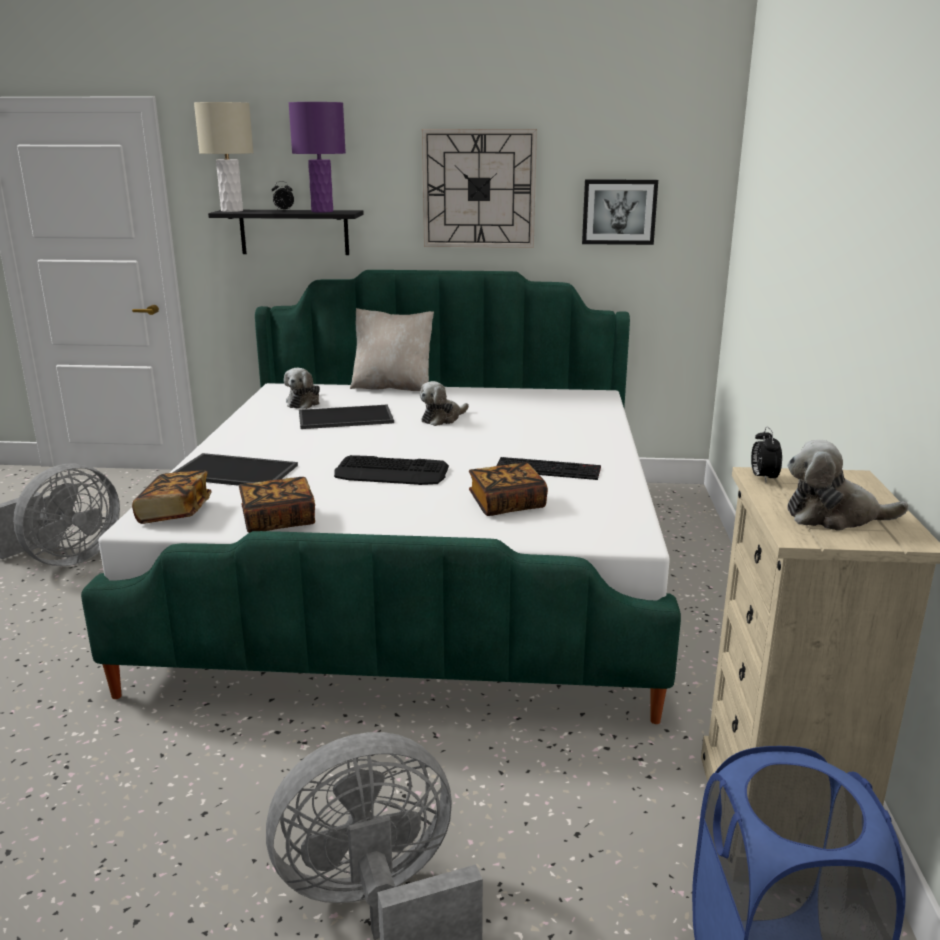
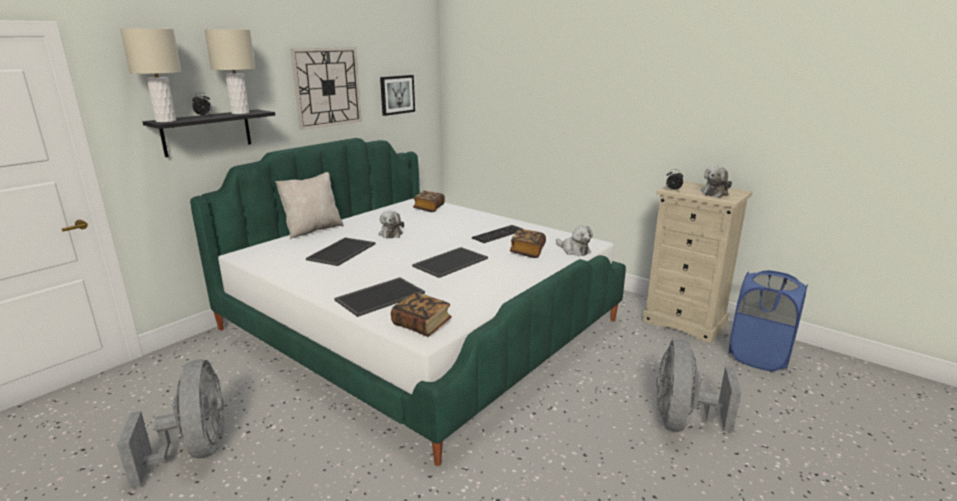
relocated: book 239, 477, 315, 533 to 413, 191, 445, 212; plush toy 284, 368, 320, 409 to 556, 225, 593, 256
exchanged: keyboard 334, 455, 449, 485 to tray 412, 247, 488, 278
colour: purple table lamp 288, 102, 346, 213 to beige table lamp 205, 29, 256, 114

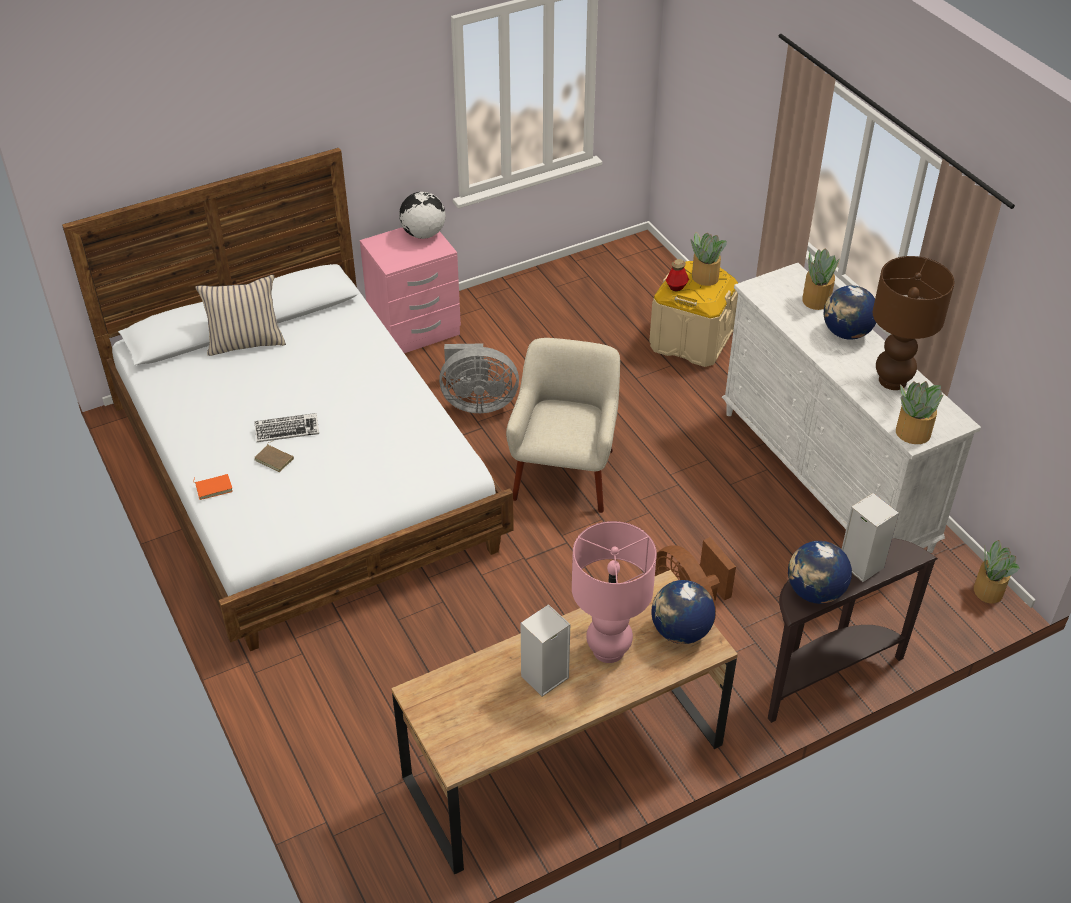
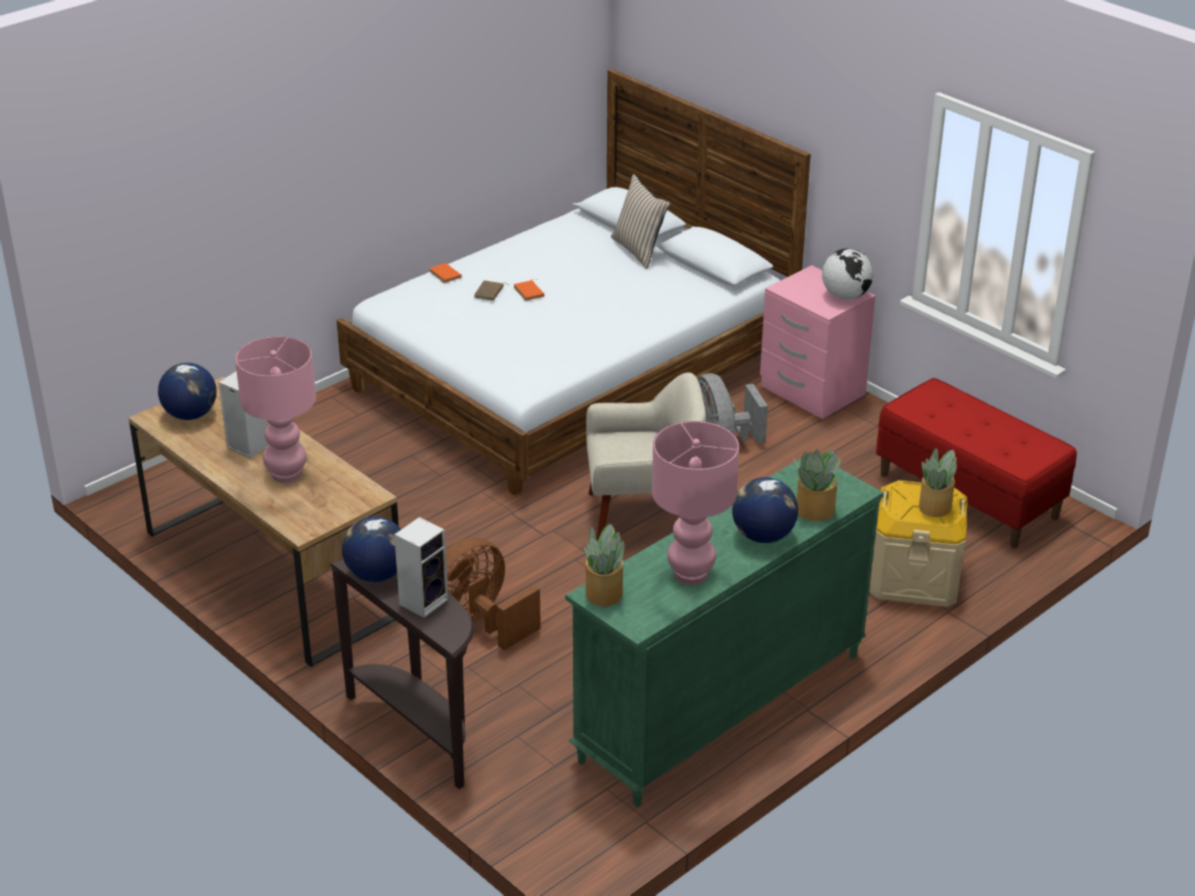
missing: bottle 666, 259, 689, 291; potted plant 974, 540, 1019, 604
appeared: red bench 876, 378, 1077, 548
relocated: globe 651, 580, 715, 644 to 158, 363, 217, 420
exchanged: keyboard 254, 413, 319, 442 to orange book 514, 279, 544, 301
colour: white dresser 722, 263, 981, 553 to green dresser 565, 458, 883, 807; brown table lamp 873, 256, 954, 390 to pink table lamp 652, 421, 739, 585

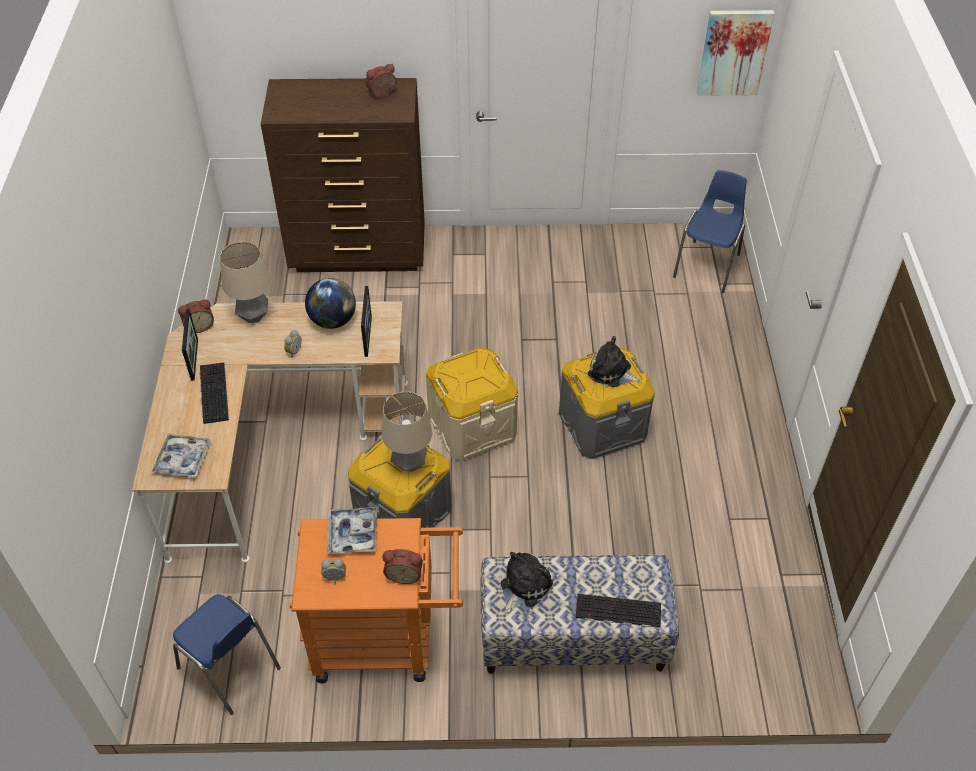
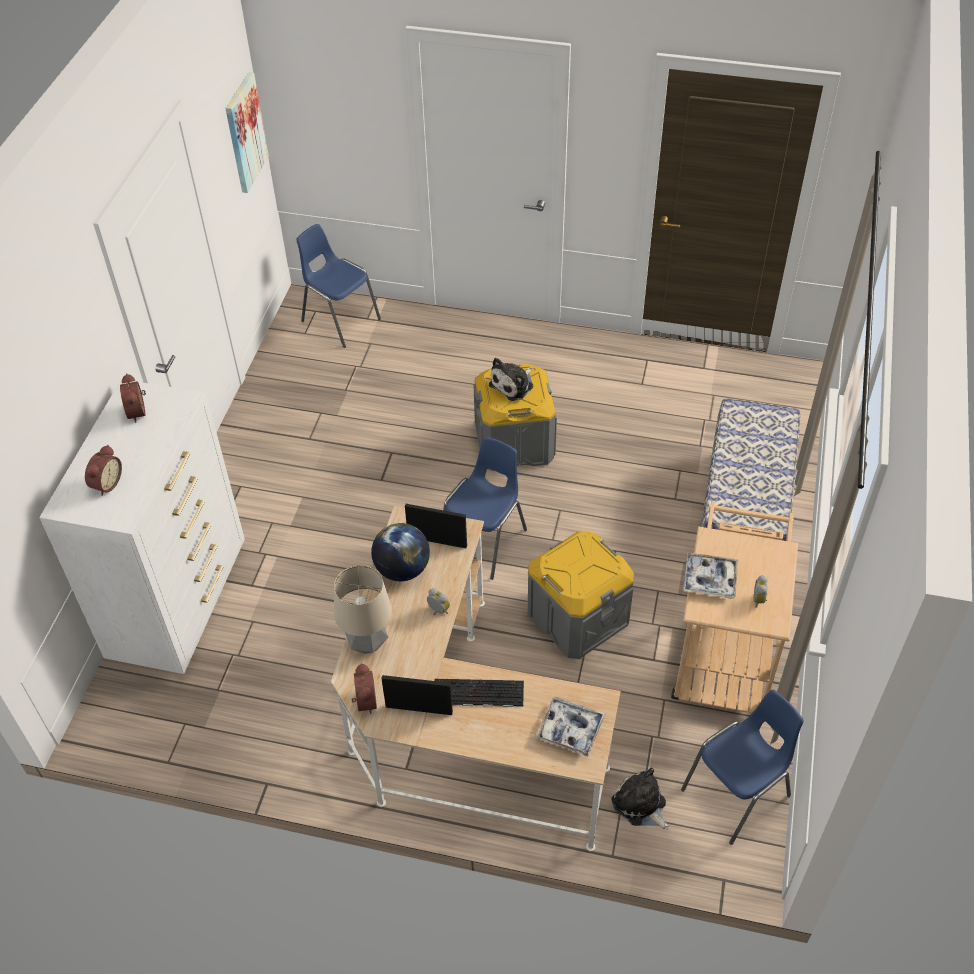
missing: table lamp 382, 391, 432, 472; keyboard 576, 594, 661, 628
relocated: alarm clock 383, 549, 423, 584 to 85, 445, 122, 496; plush toy 501, 552, 553, 613 to 612, 768, 669, 829
exchanged: beige storage box 426, 348, 518, 461 to blue chair 443, 437, 527, 580
colour: brown dresser 261, 78, 425, 272 to white dresser 39, 379, 245, 674; orange cart 290, 518, 463, 683 to beige cart 671, 501, 798, 713

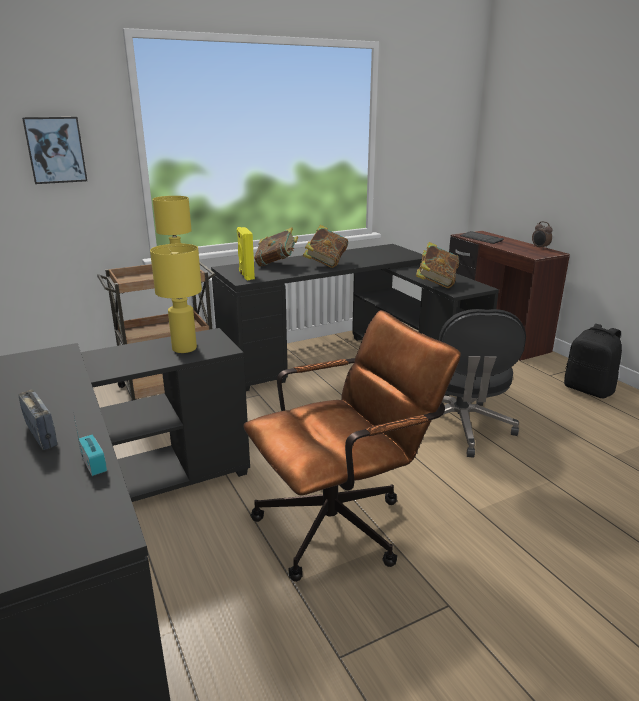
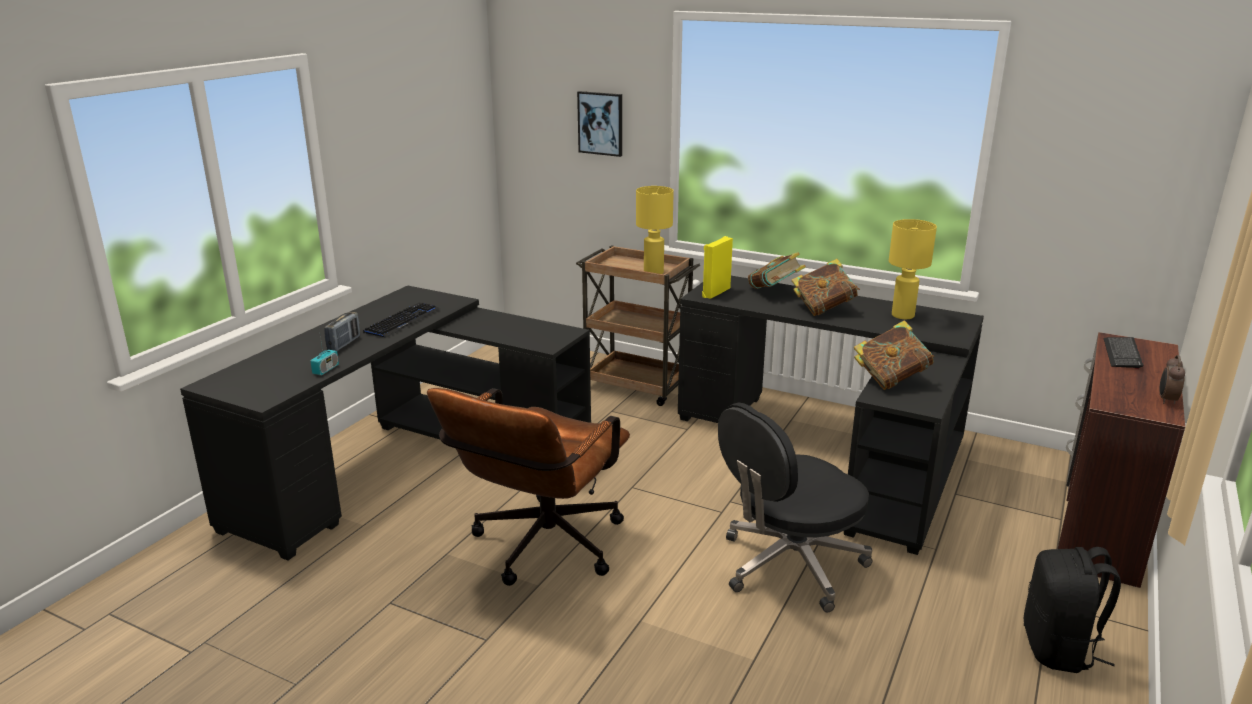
appeared: keyboard 363, 303, 440, 338
relocated: yellow table lamp 150, 243, 202, 353 to 889, 219, 937, 319
spun: brown office chair 243, 310, 461, 582 = 427, 388, 630, 586 90 degrees clockwise

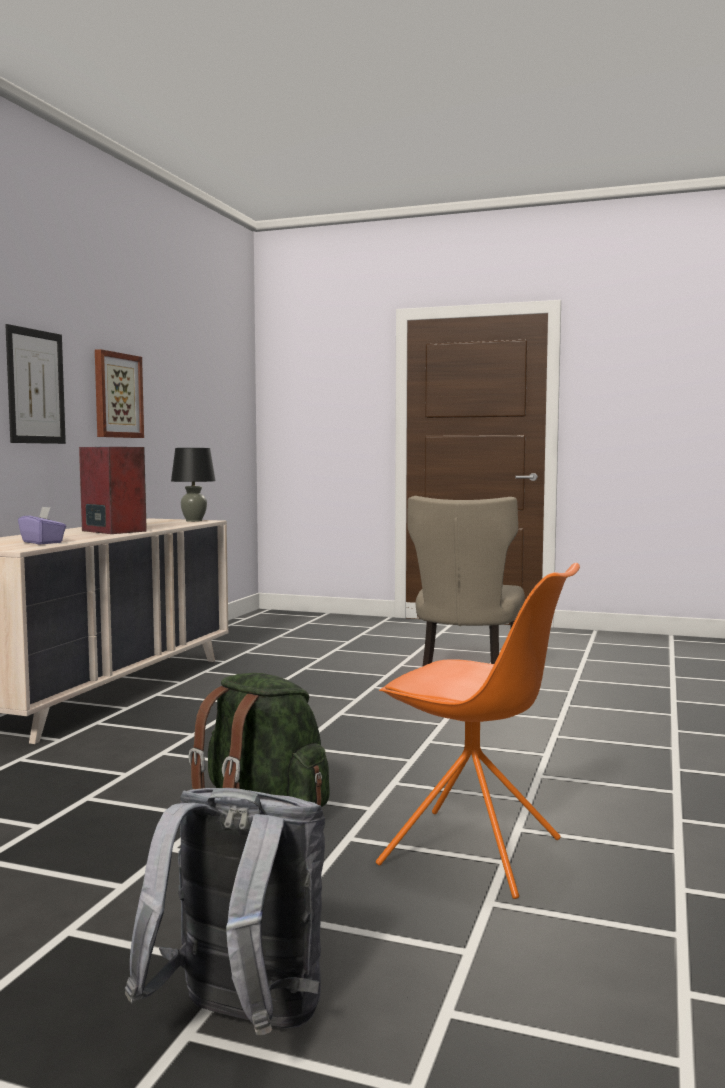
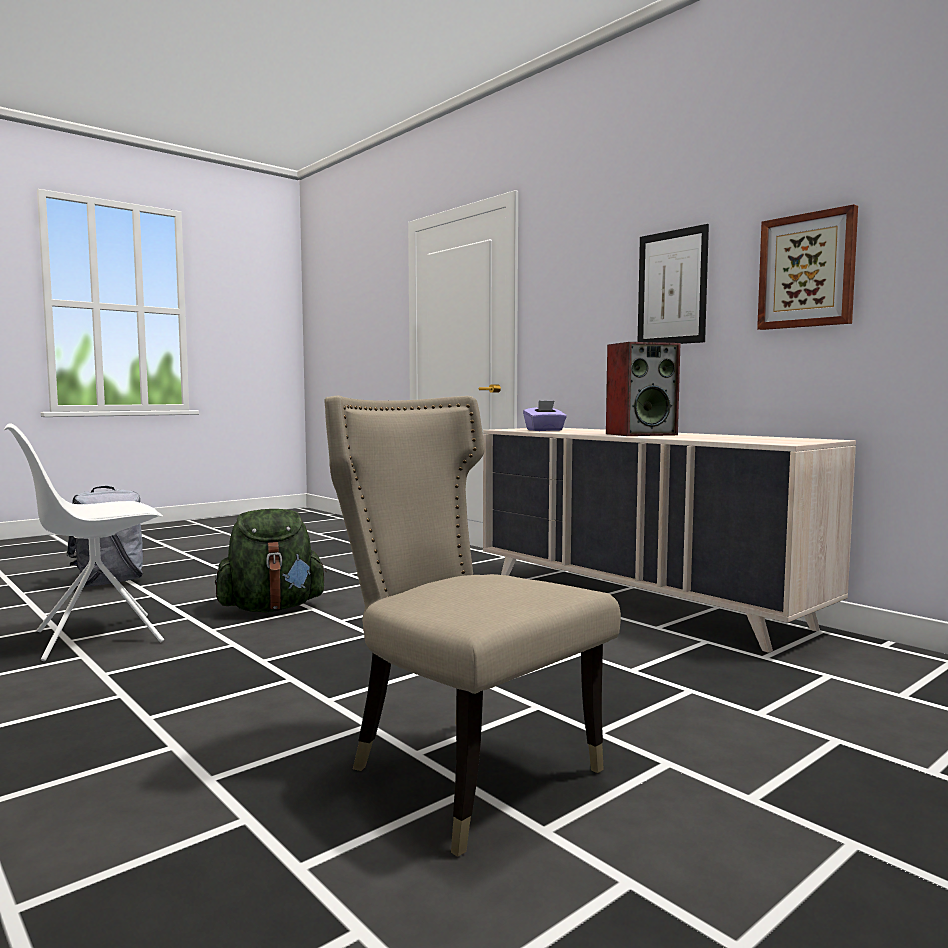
missing: black table lamp 171, 448, 216, 522
colour: orange chair 376, 563, 580, 899 to white chair 4, 423, 164, 661

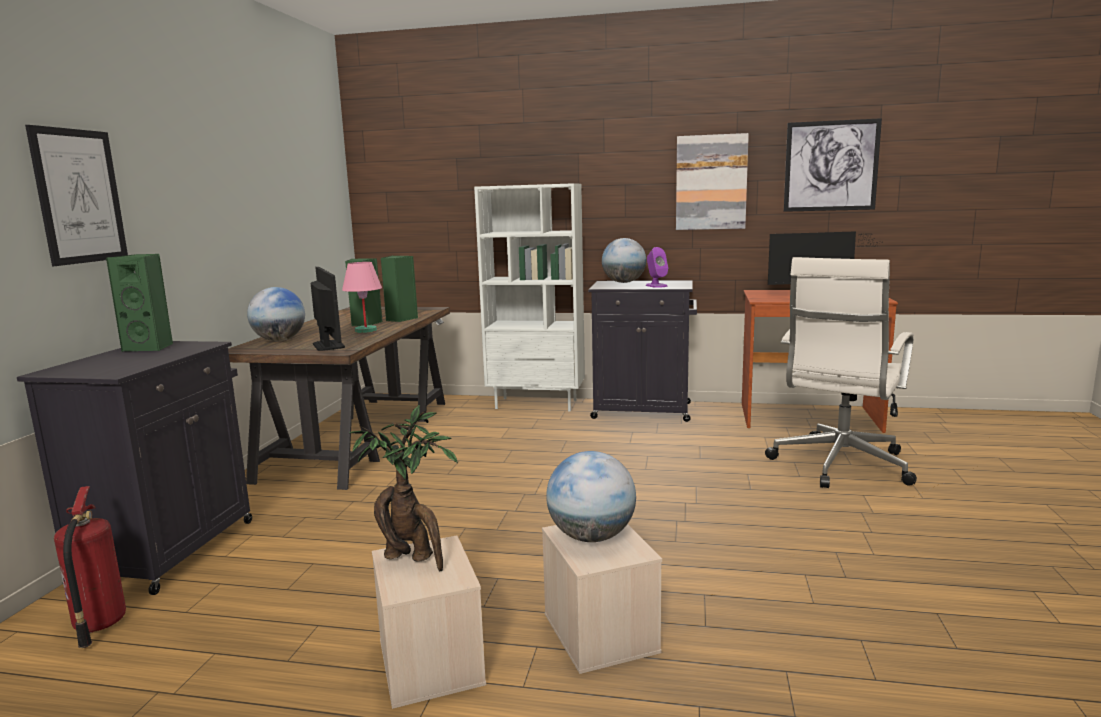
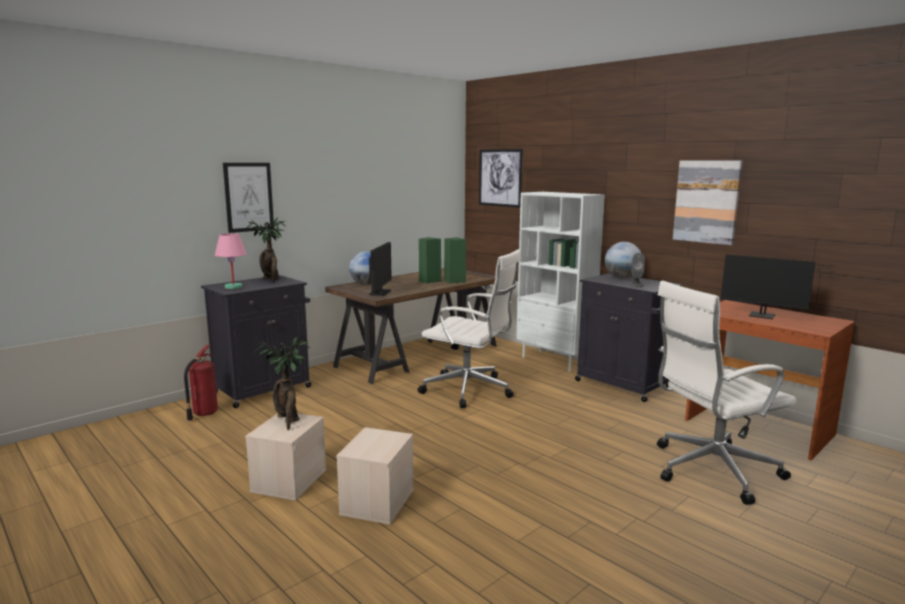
missing: globe 546, 451, 636, 542
appeared: white office chair 418, 249, 521, 408
relocated: pink table lamp 342, 262, 382, 333 to 215, 233, 247, 289; picture 784, 118, 882, 212 to 479, 149, 523, 208
exchanged: green speaker 106, 254, 173, 352 to potted plant 246, 217, 286, 283
colour: purple speaker 646, 247, 668, 288 to grey speaker 629, 253, 645, 287

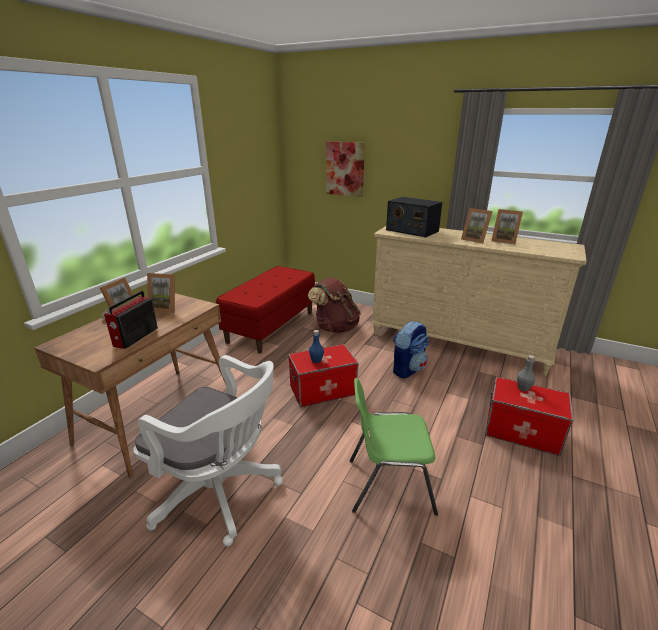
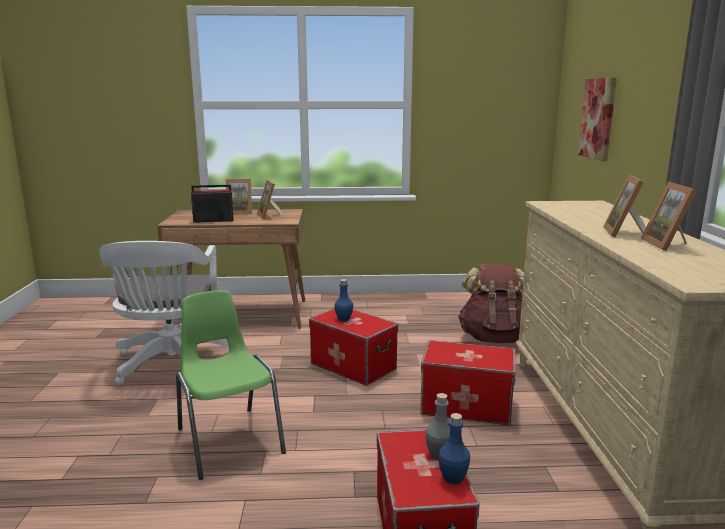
missing: red bench 216, 266, 315, 354; radio 386, 197, 442, 237
appeared: blue bottle 438, 413, 470, 484
exchanged: backpack 393, 321, 429, 378 to storage box 420, 340, 516, 425

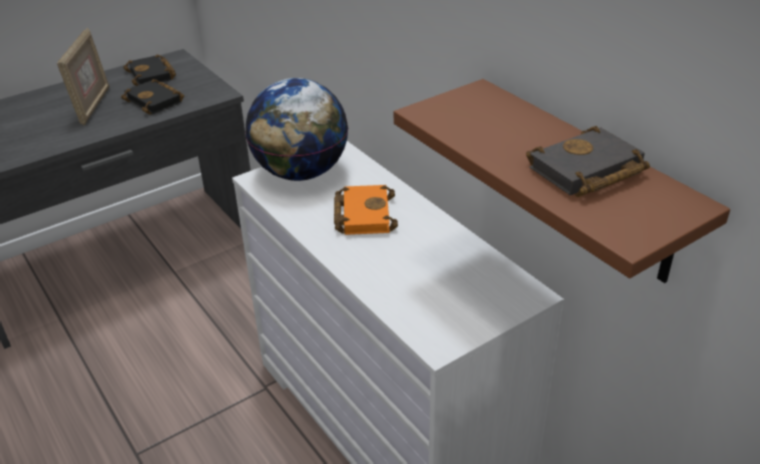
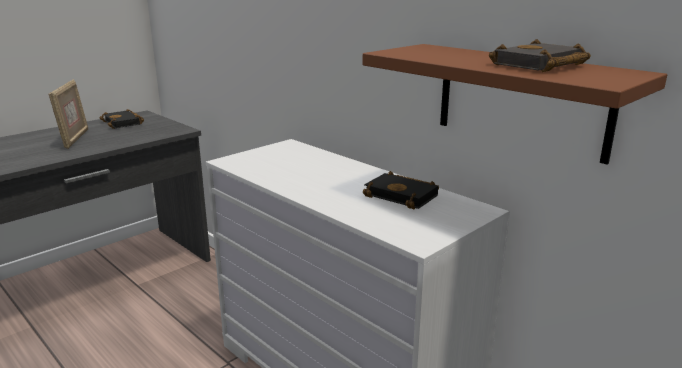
missing: globe 246, 78, 348, 181; orange book 334, 185, 398, 235
relocated: black book 121, 79, 184, 114 to 363, 171, 439, 209

